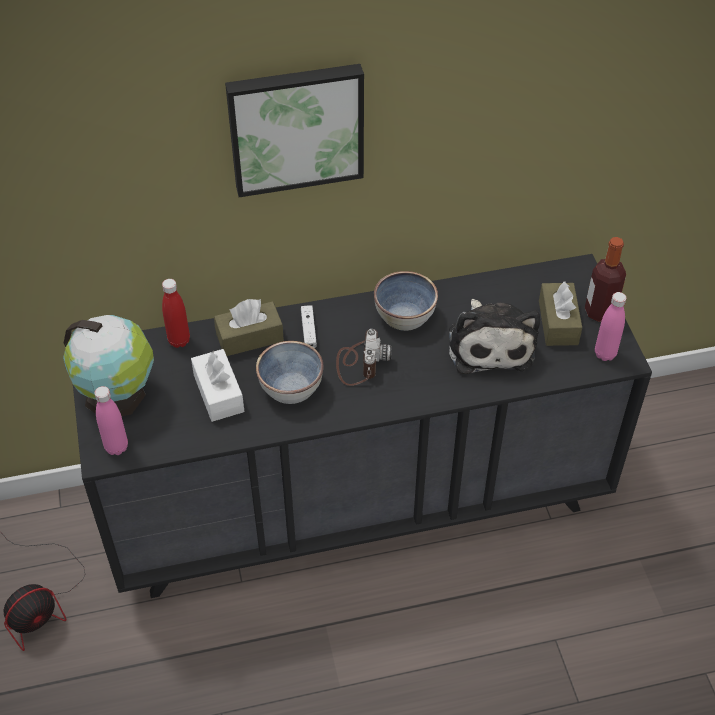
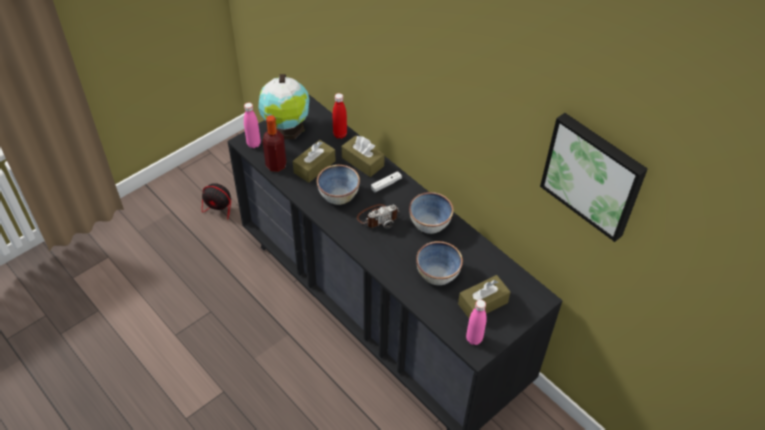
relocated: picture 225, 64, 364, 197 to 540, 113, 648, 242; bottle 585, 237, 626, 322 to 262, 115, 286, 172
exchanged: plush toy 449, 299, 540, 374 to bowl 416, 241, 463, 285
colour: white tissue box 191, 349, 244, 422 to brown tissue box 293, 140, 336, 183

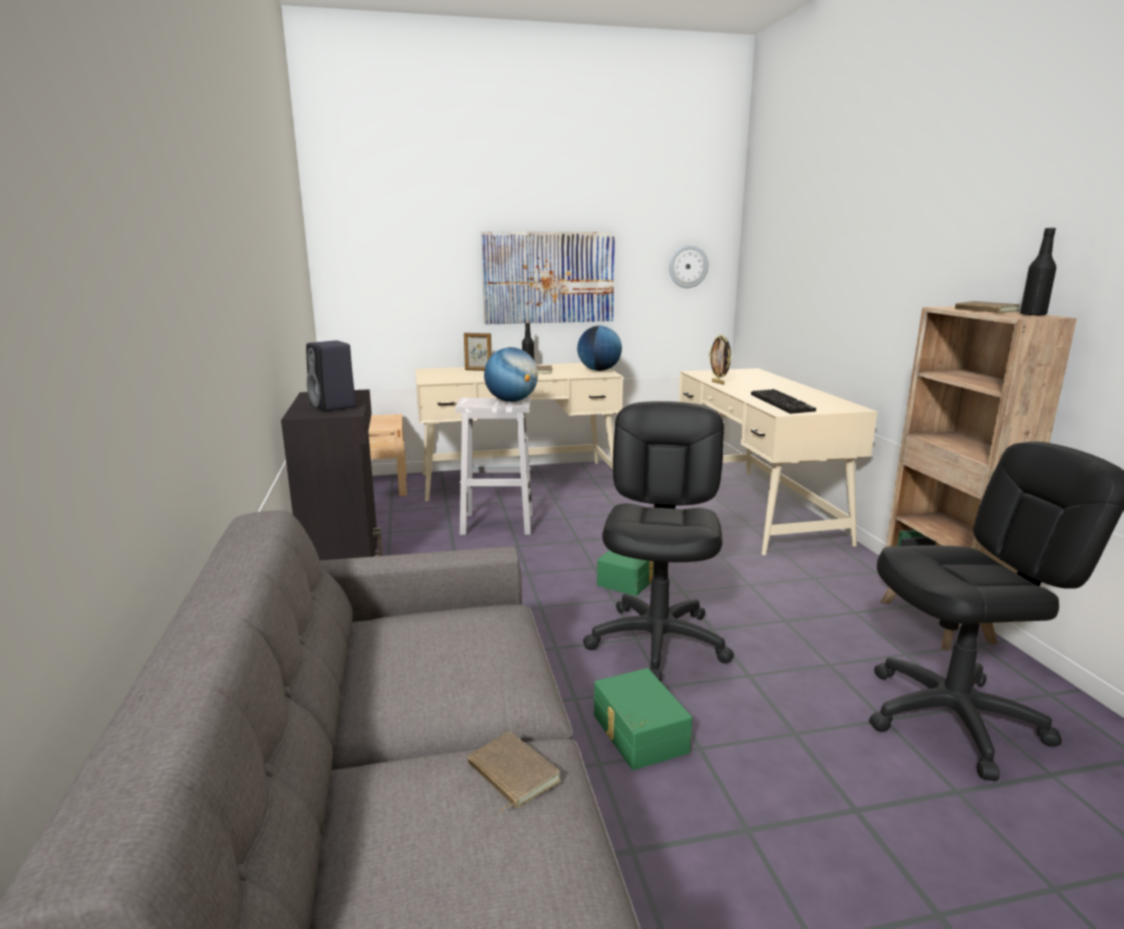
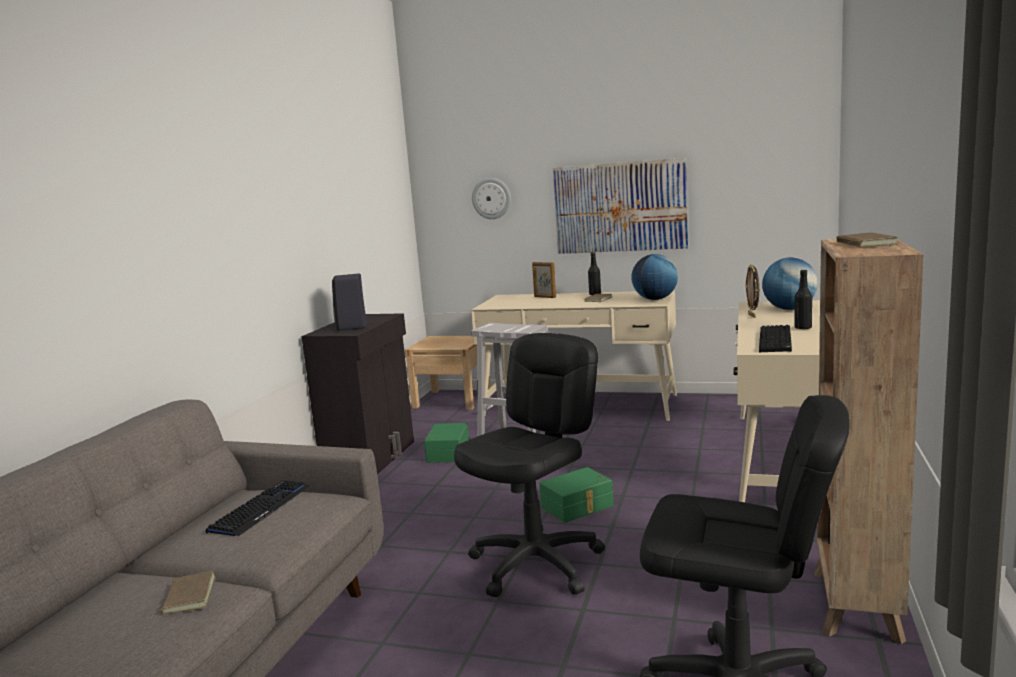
appeared: keyboard 205, 480, 310, 536
relocated: globe 484, 347, 538, 402 to 762, 258, 818, 310; green storage box 594, 668, 692, 770 to 424, 423, 469, 463; wall clock 669, 245, 709, 288 to 472, 178, 511, 219; black bottle 1020, 228, 1056, 316 to 794, 270, 812, 329

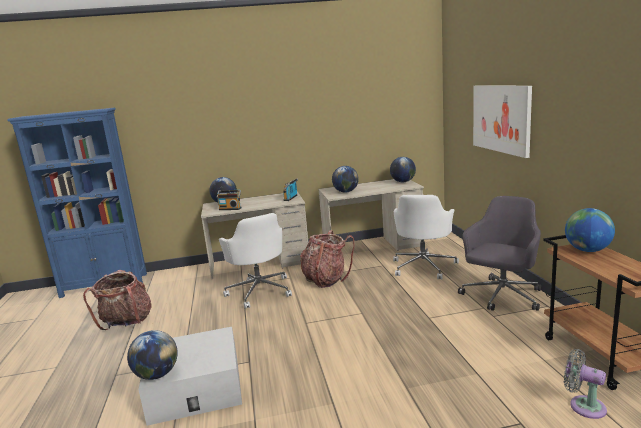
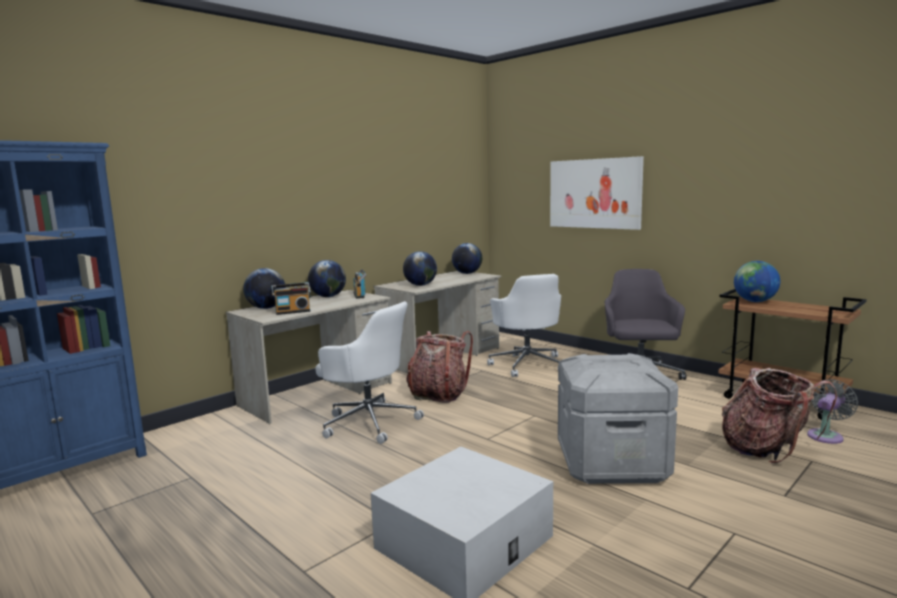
appeared: grey storage box 558, 353, 678, 484
relocated: backpack 83, 270, 152, 330 to 721, 368, 837, 463; globe 127, 330, 178, 380 to 308, 260, 346, 297
spun: grey fan 564, 349, 607, 419 = 807, 379, 858, 444 135 degrees clockwise

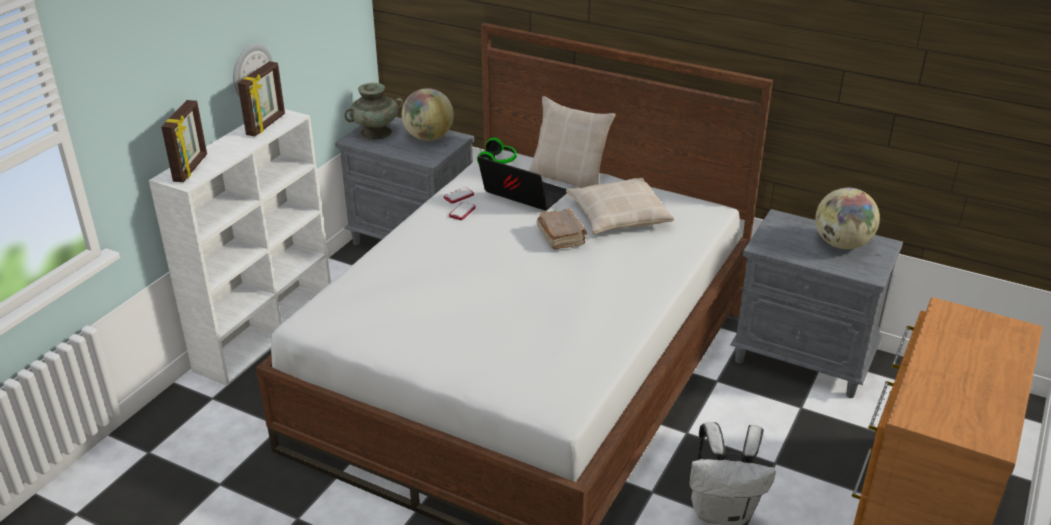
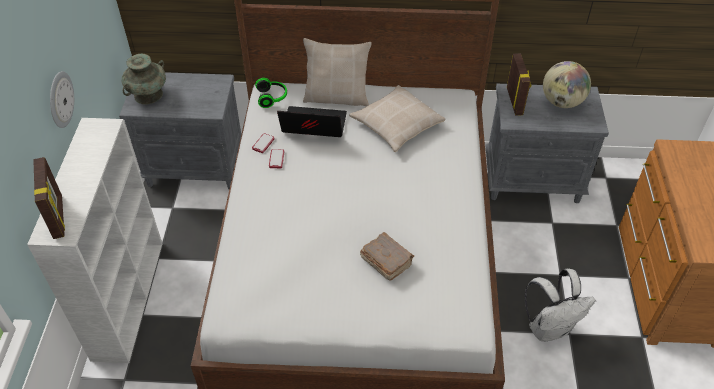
missing: globe 402, 88, 454, 141
relocated: picture frame 238, 61, 285, 137 to 507, 53, 531, 116; brown book 537, 209, 588, 249 to 360, 232, 414, 280

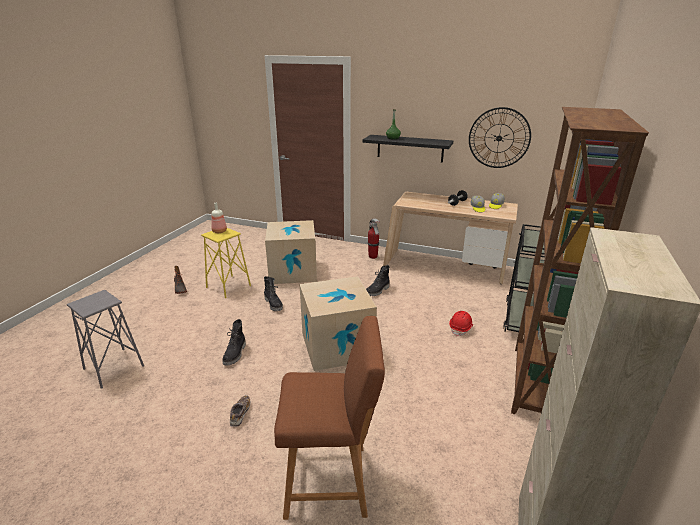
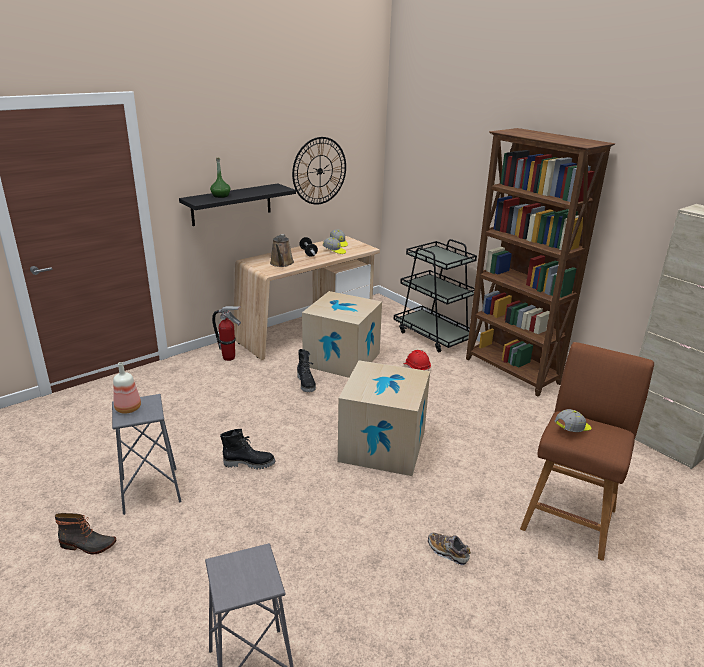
missing: black boot 222, 319, 246, 366
appeared: brown watering can 270, 234, 294, 267; cap 555, 409, 592, 432
relocated: cardboard box 265, 220, 317, 284 to 302, 291, 382, 378
colour: yellow stool 201, 228, 251, 298 to grey stool 112, 394, 182, 515

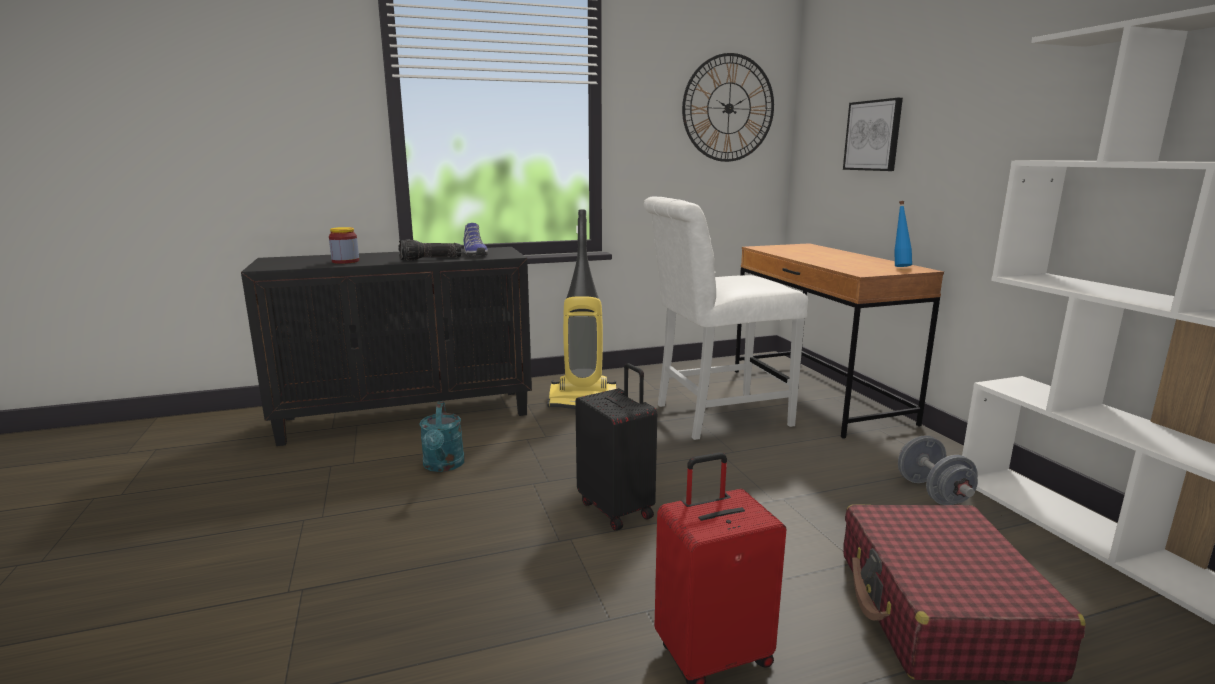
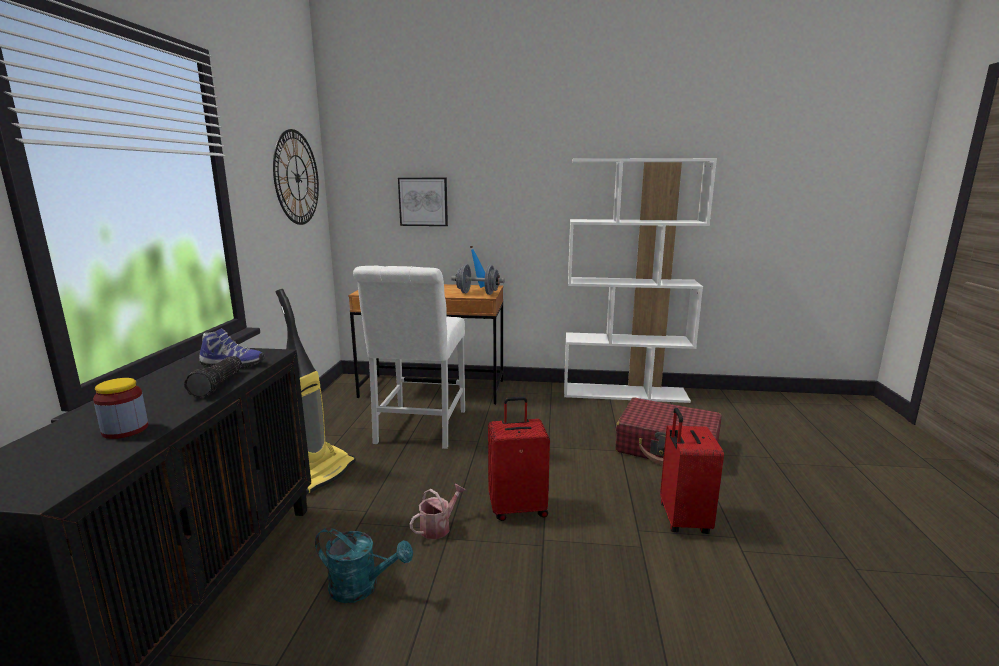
appeared: watering can 409, 484, 467, 539
relocated: grey dumbbell 898, 435, 978, 505 to 451, 264, 505, 295
colour: black suitcase 575, 363, 657, 530 to red suitcase 488, 397, 550, 521

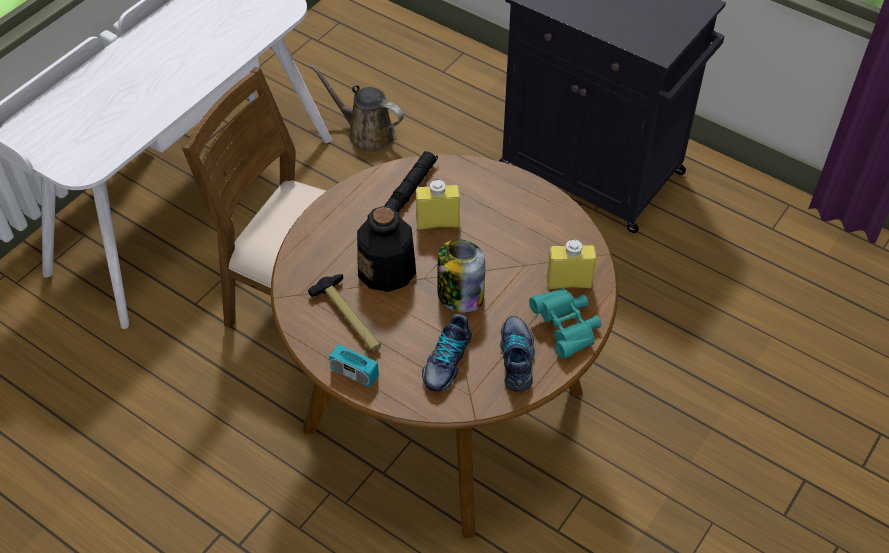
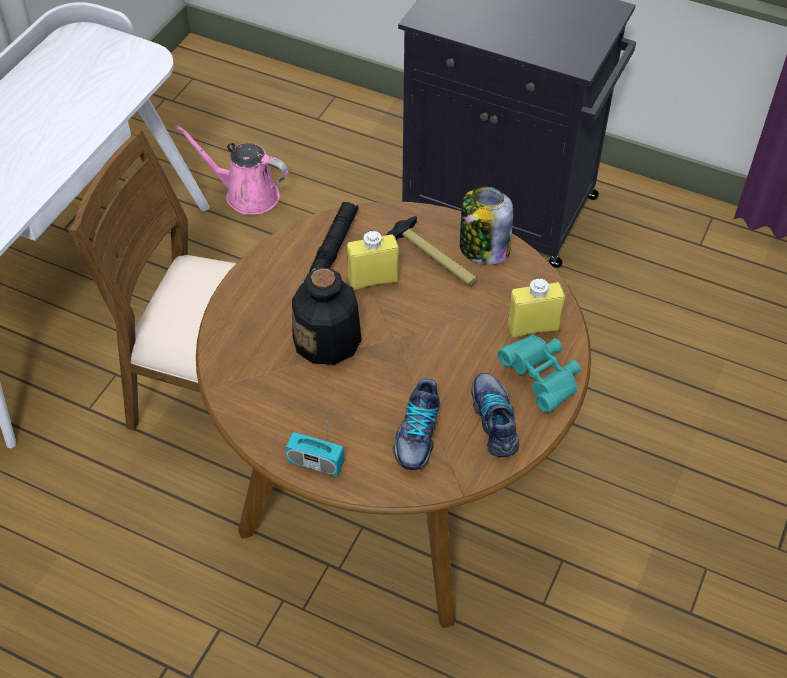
relocated: hammer 308, 274, 381, 352 to 385, 216, 477, 286; jar 437, 240, 485, 313 to 460, 187, 513, 265
colour: brown watering can 309, 64, 404, 152 to pink watering can 175, 125, 289, 215

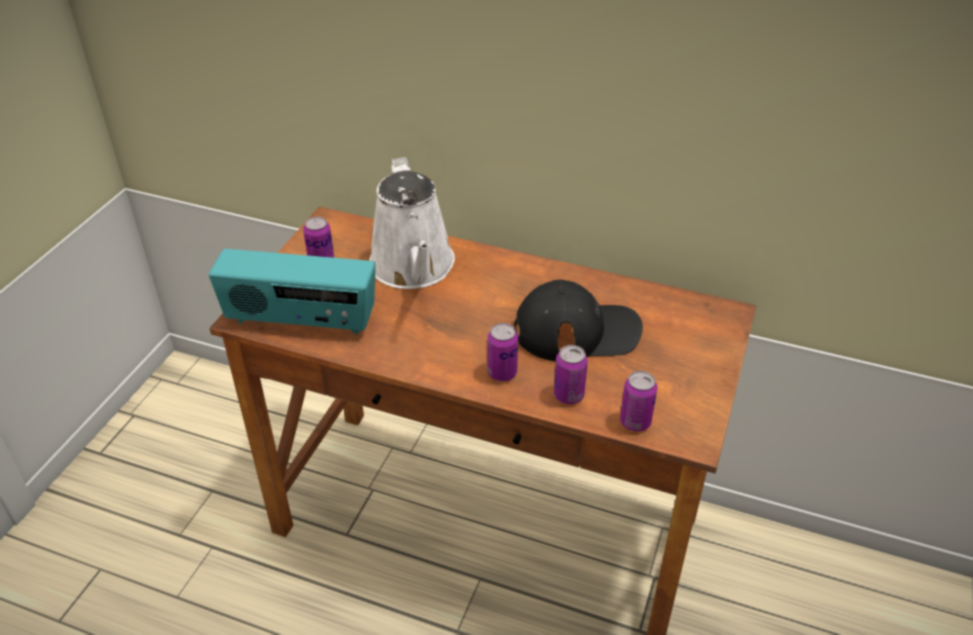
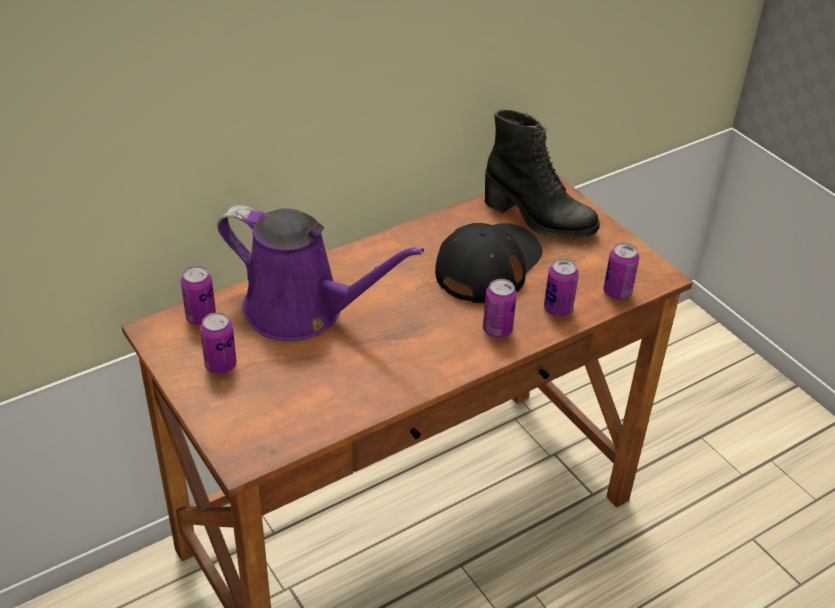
missing: radio 209, 249, 376, 334
appeared: can 181, 266, 216, 325; black boot 484, 110, 600, 239
colour: white watering can 369, 157, 455, 289 to purple watering can 217, 205, 424, 341

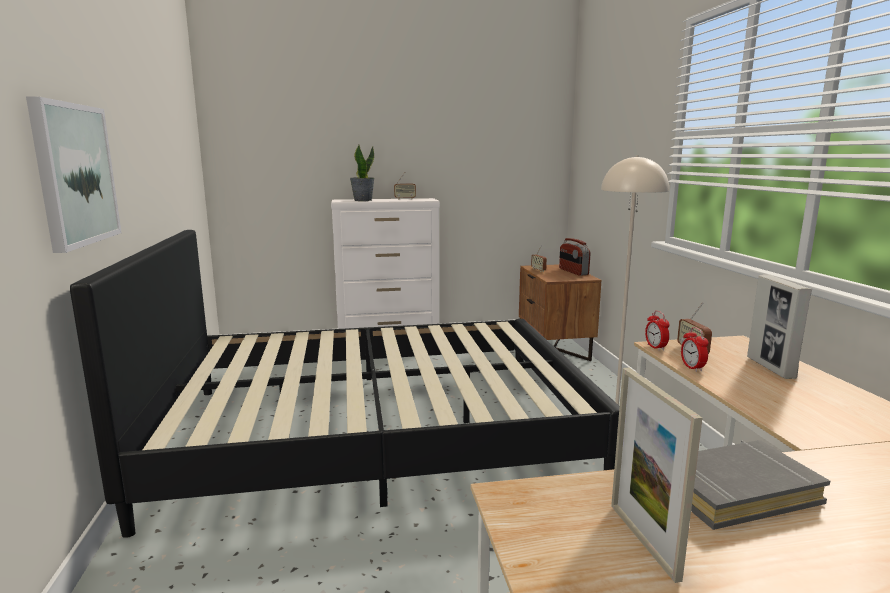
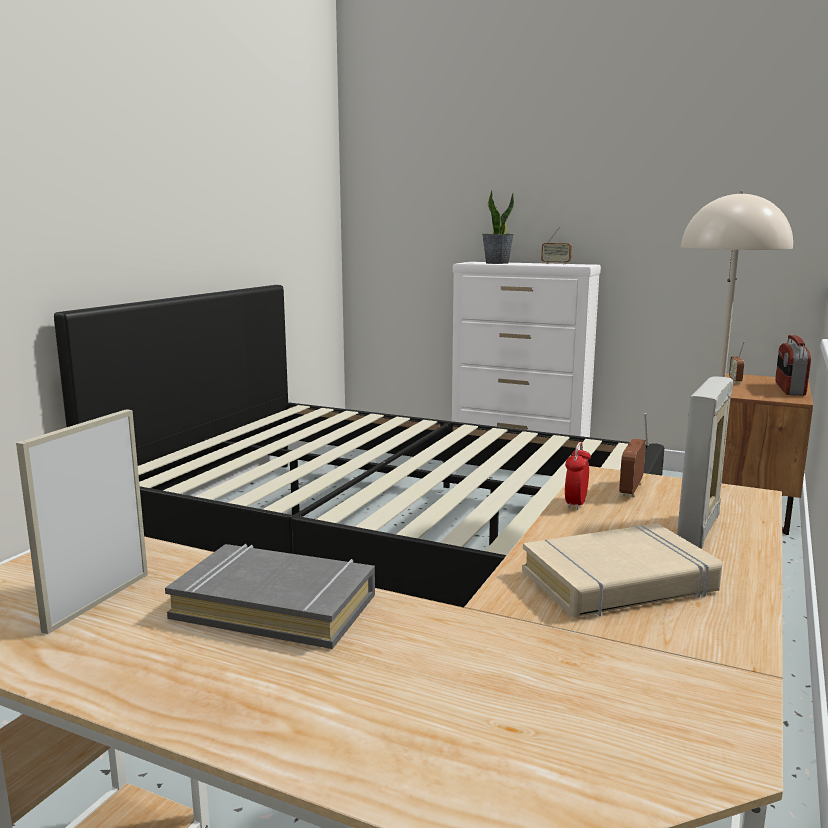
missing: picture 26, 96, 121, 253; alarm clock 645, 311, 670, 351
appeared: beige book 522, 523, 723, 617

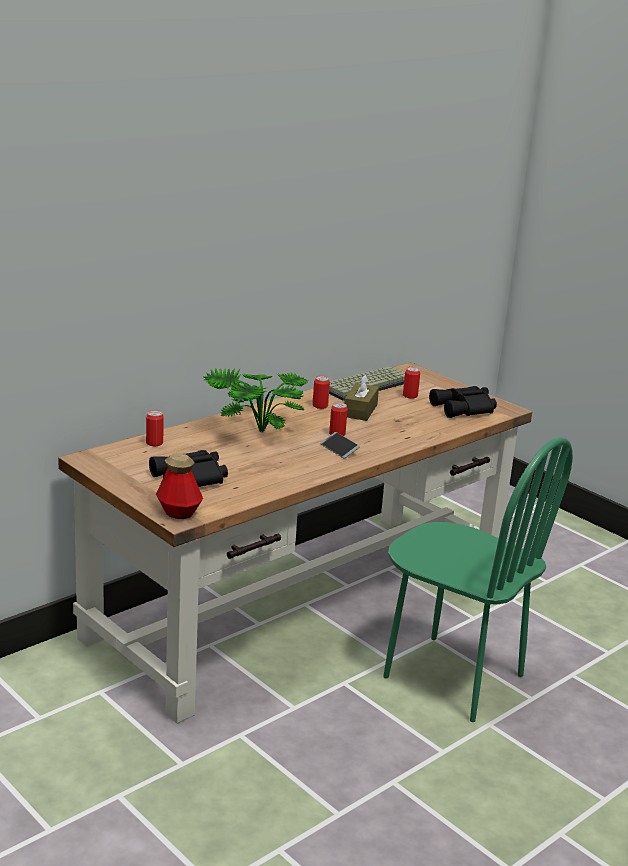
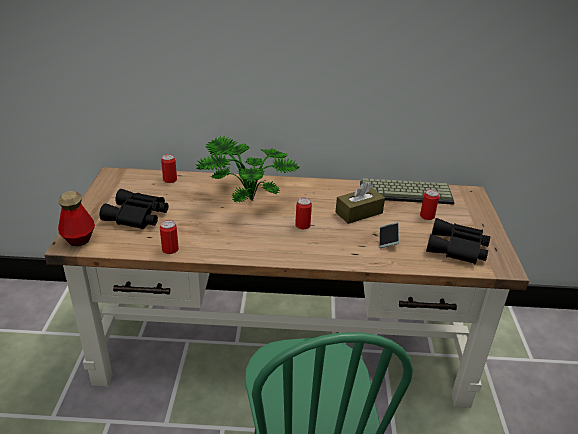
relocated: can 312, 376, 330, 409 to 160, 220, 179, 254; phone 320, 432, 360, 459 to 379, 222, 399, 248

